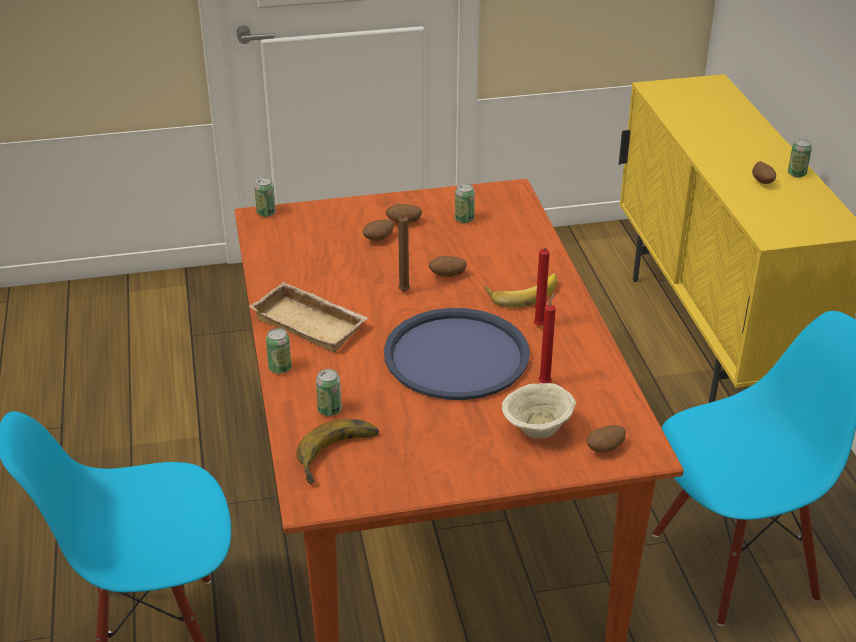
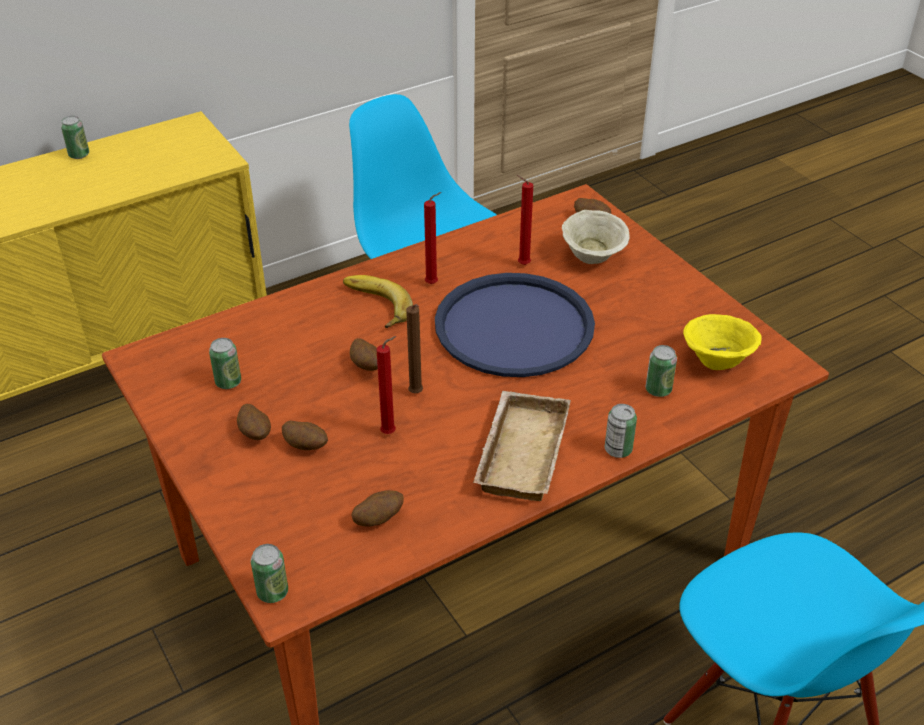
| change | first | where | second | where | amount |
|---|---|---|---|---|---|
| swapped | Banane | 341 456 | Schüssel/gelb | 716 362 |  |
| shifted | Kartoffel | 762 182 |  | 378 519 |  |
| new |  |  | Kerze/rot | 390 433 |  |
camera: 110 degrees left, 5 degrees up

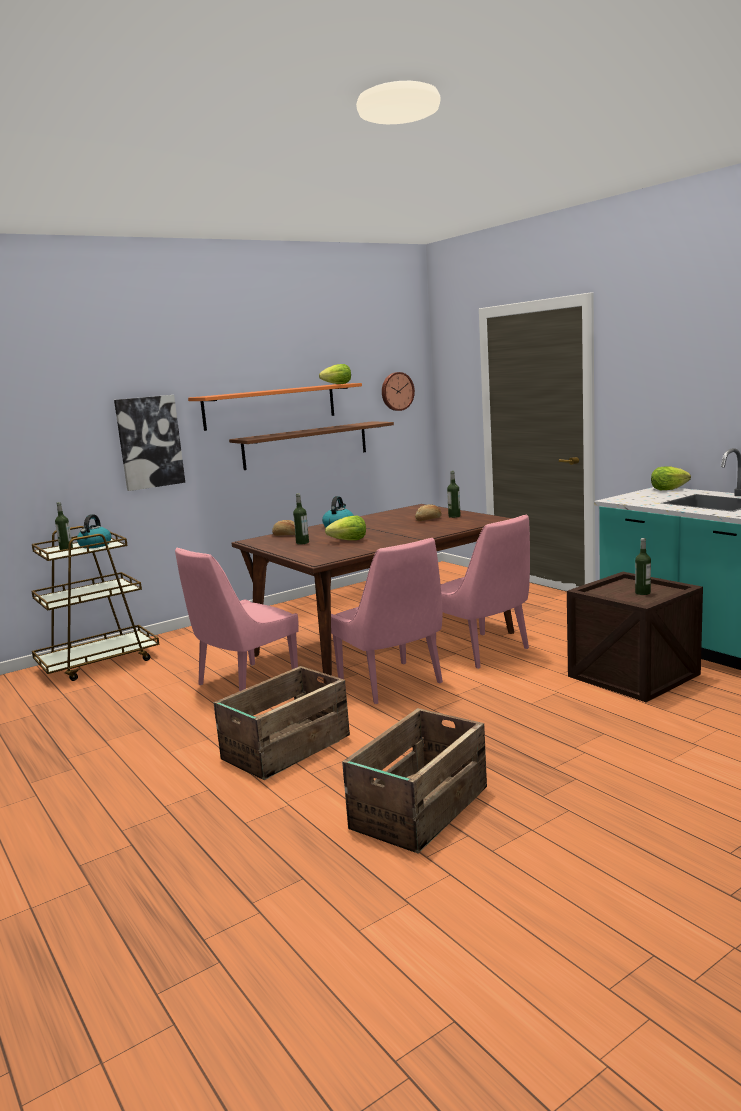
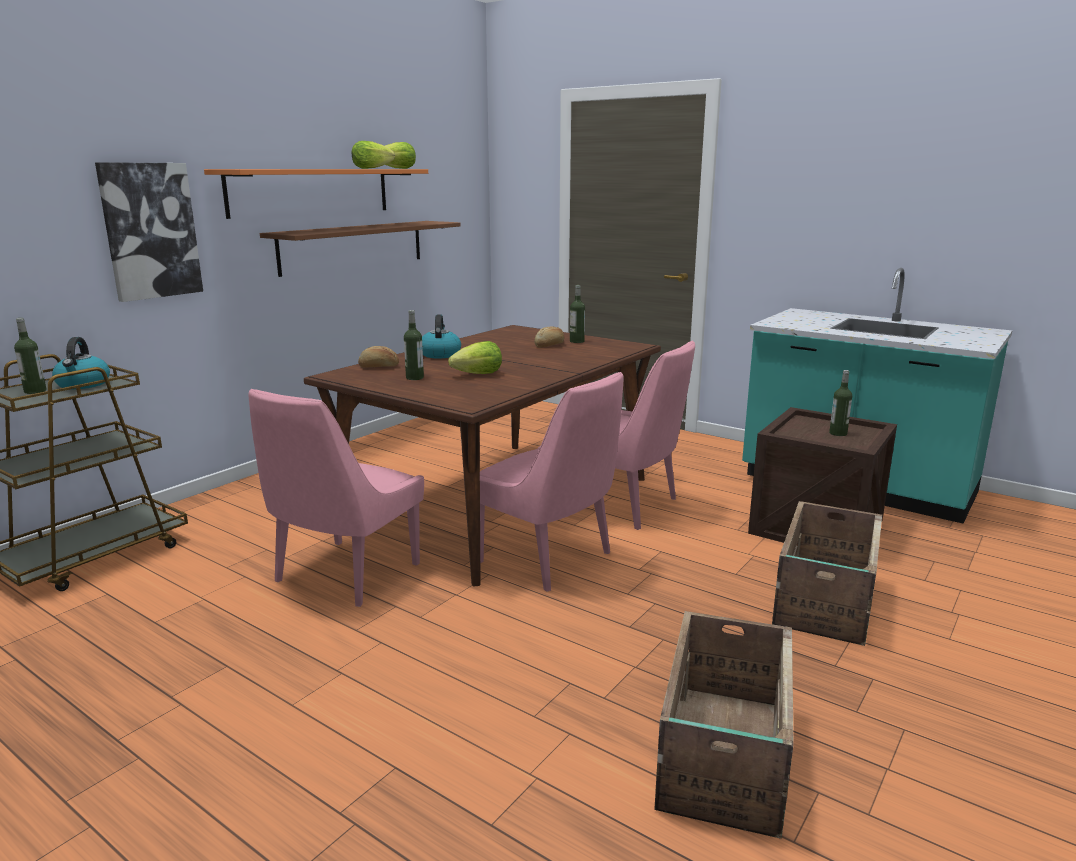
| change | first | where | second | where | amount |
|---|---|---|---|---|---|
| shifted | Kiste | 284 748 |  | 823 602 |  |
| gone | Wanduhr | 396 391 |  |  |  |
| shifted | Salatkopf | 668 489 |  | 371 168 |  |
camera: 20 degrees left, 5 degrees up

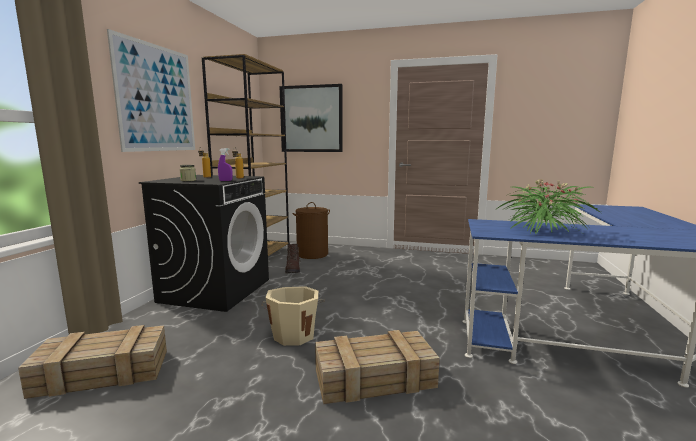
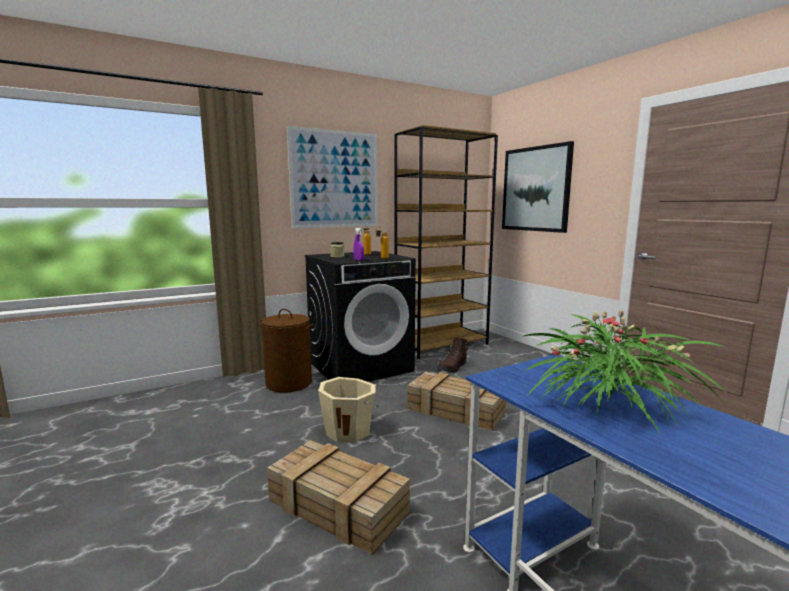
| change | first | where | second | where | amount |
|---|---|---|---|---|---|
| shifted | Kiste | 100 373 |  | 454 410 |  |
| shifted | Wäschekorb/braun | 312 254 |  | 289 383 |  |
camera: 45 degrees right, 0 degrees up

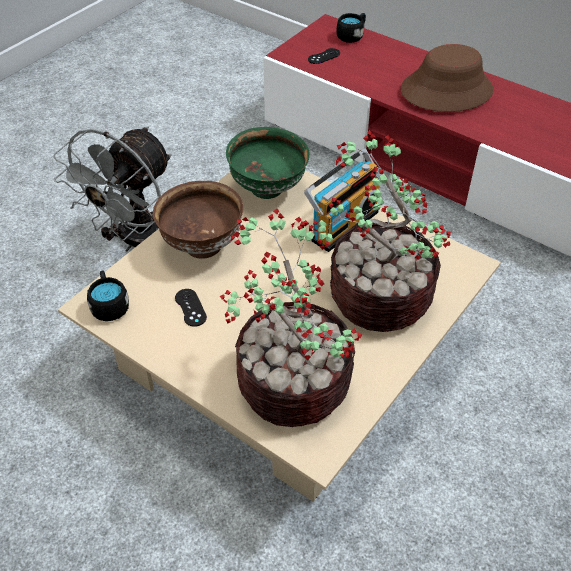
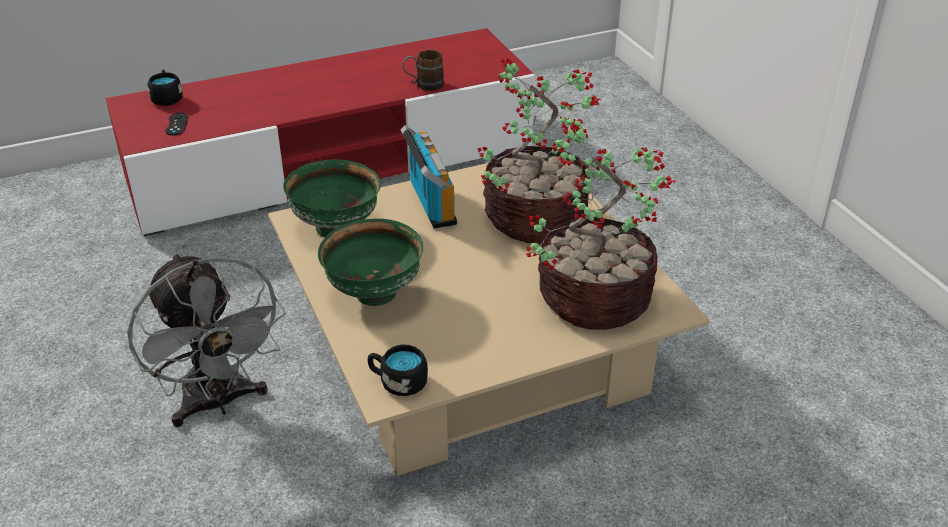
| change | first | where | second | where | amount |
|---|---|---|---|---|---|
| repainted | Schüssel/braun | 201 246 | Schüssel/grün | 374 294 |  |
| gone | Gamepad/schwarz | 190 307 |  |  |  |
| gone | Hut/braun | 446 90 |  |  |  |
| new |  |  | Henkelbecher/braun | 423 85 |  |
camera: 60 degrees left, 10 degrees down

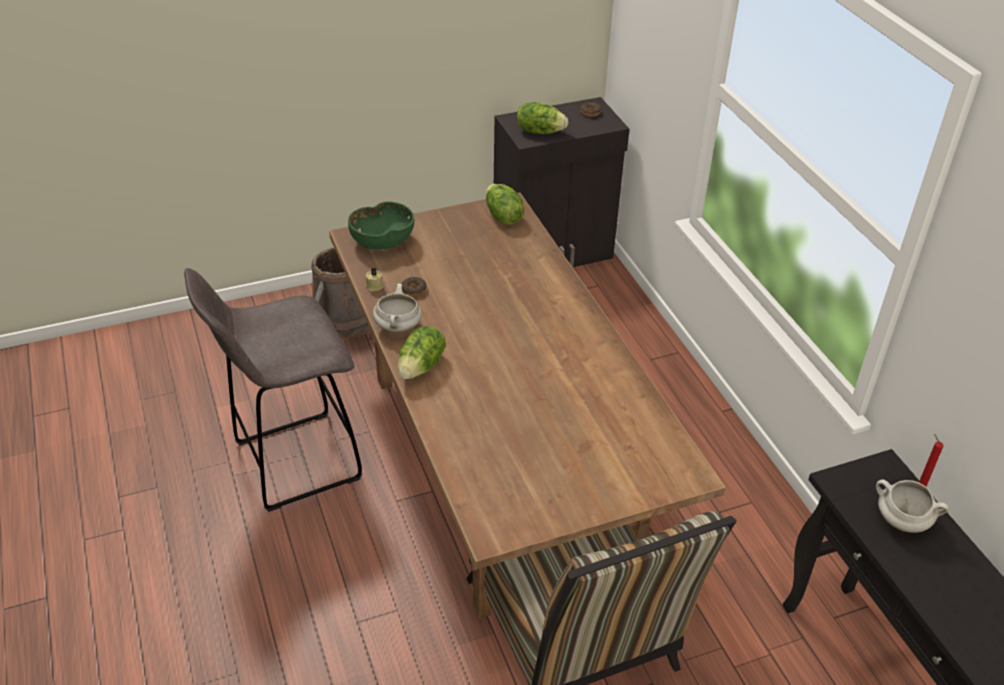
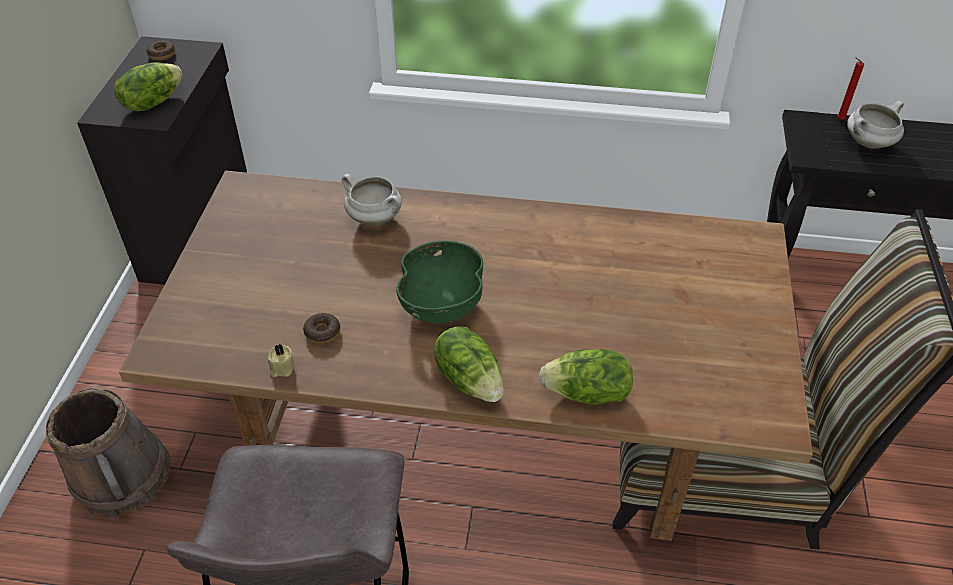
| change | first | where | second | where | amount |
|---|---|---|---|---|---|
| shifted | Schüssel/grün | 382 242 |  | 442 303 |  |
| shifted | Kochtopf/weiß | 398 328 |  | 375 218 |  |
| shifted | Salatkopf | 502 216 |  | 587 394 |  |
camera: 60 degrees left, 5 degrees up

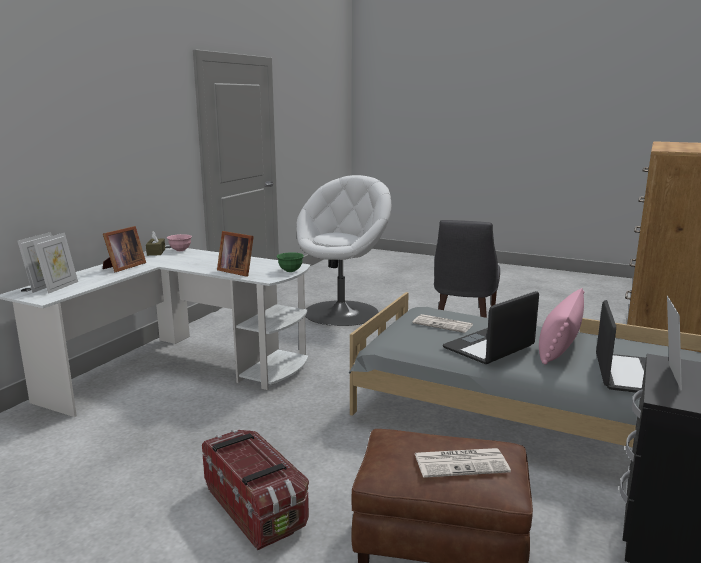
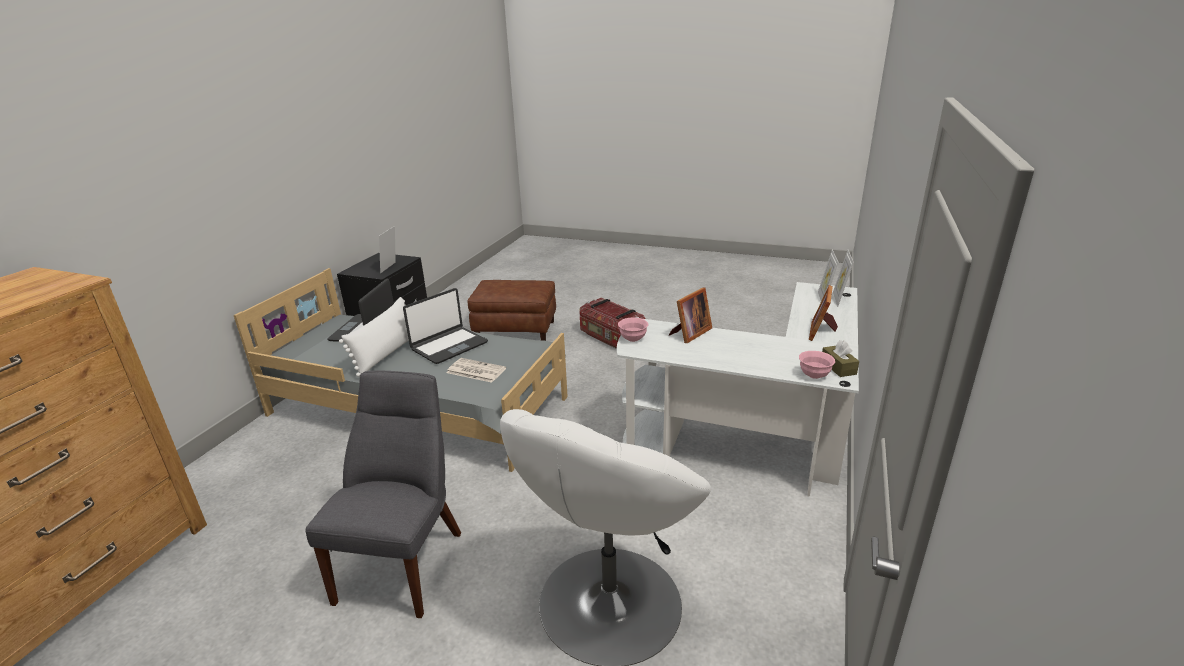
| change | first | where | second | where | amount |
|---|---|---|---|---|---|
| rotated | Bilderrahmen | 237 271 |  | 689 334 | 105 degrees clockwise |
| repainted | Schüssel/grün | 290 270 | Schüssel/rosa | 633 339 |  |
| gone | Zeitung | 462 463 |  |  |  |
| repainted | Kissen/rosa | 559 345 | Kissen/weiß | 387 353 |  |
camera: 175 degrees right, 10 degrees up

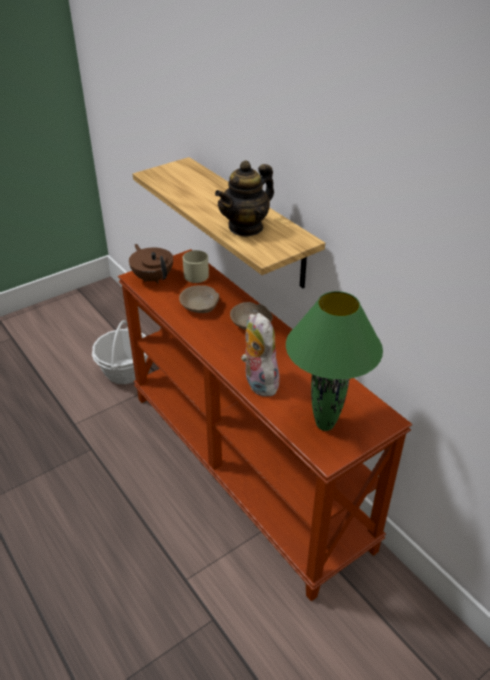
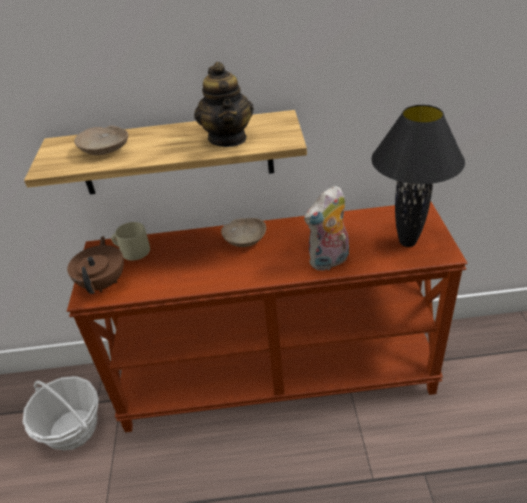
| change | first | where | second | where | amount |
|---|---|---|---|---|---|
| rotated | Teekanne/braun | 153 278 |  | 104 283 | 90 degrees clockwise |
| shifted | Schüssel/beige | 200 306 |  | 105 149 |  |
| rotated | Plüschtier | 258 382 |  | 329 261 | 45 degrees counterclockwise |
| repainted | Tischlampe/grün | 324 425 | Tischlampe/schwarz | 407 243 |  |
camera: 55 degrees left, 0 degrees up

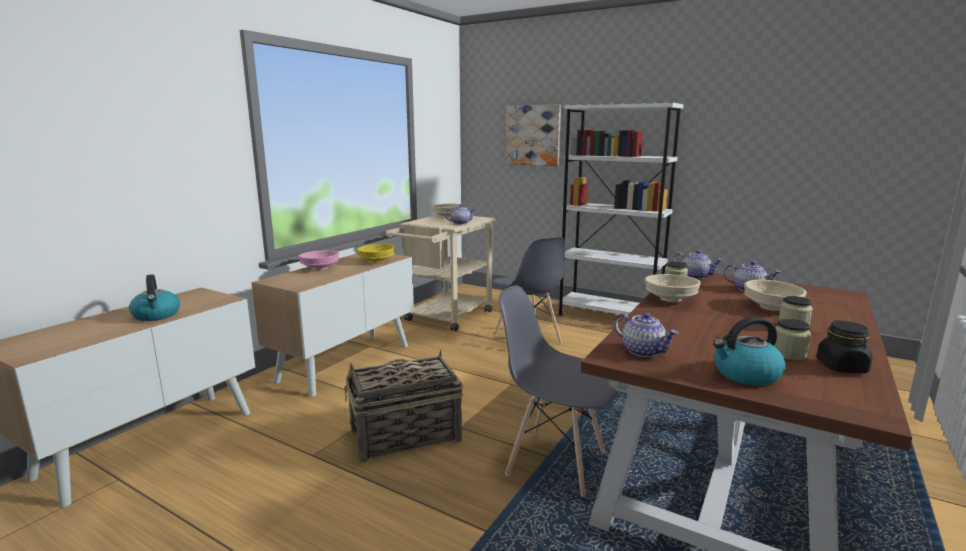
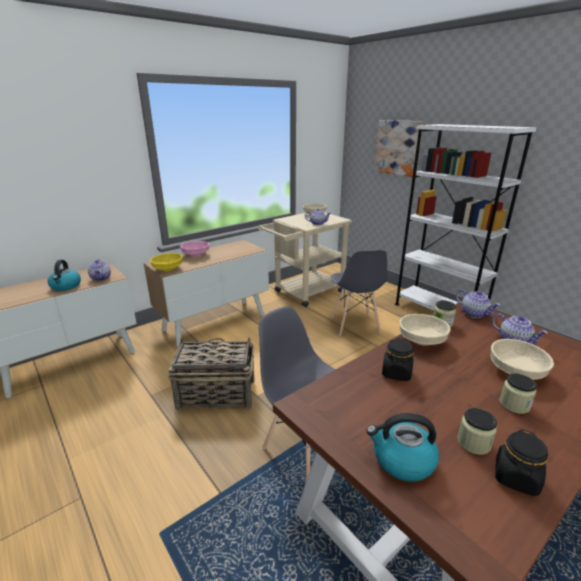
| change | first | where | second | where | amount |
|---|---|---|---|---|---|
| shifted | Schüssel/gelb | 377 261 |  | 168 269 |  |
| shifted | Teekanne | 643 351 |  | 101 278 |  |
| new |  |  | Vorratsglas/schwarz | 396 373 |  |
camera: 20 degrees right, 10 degrees up

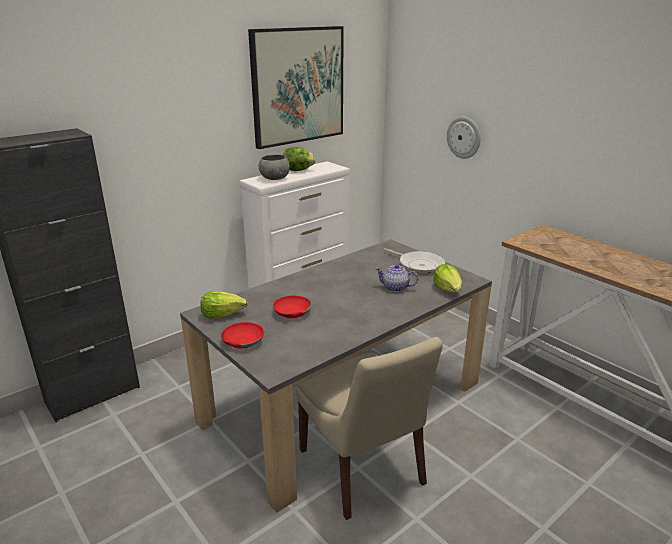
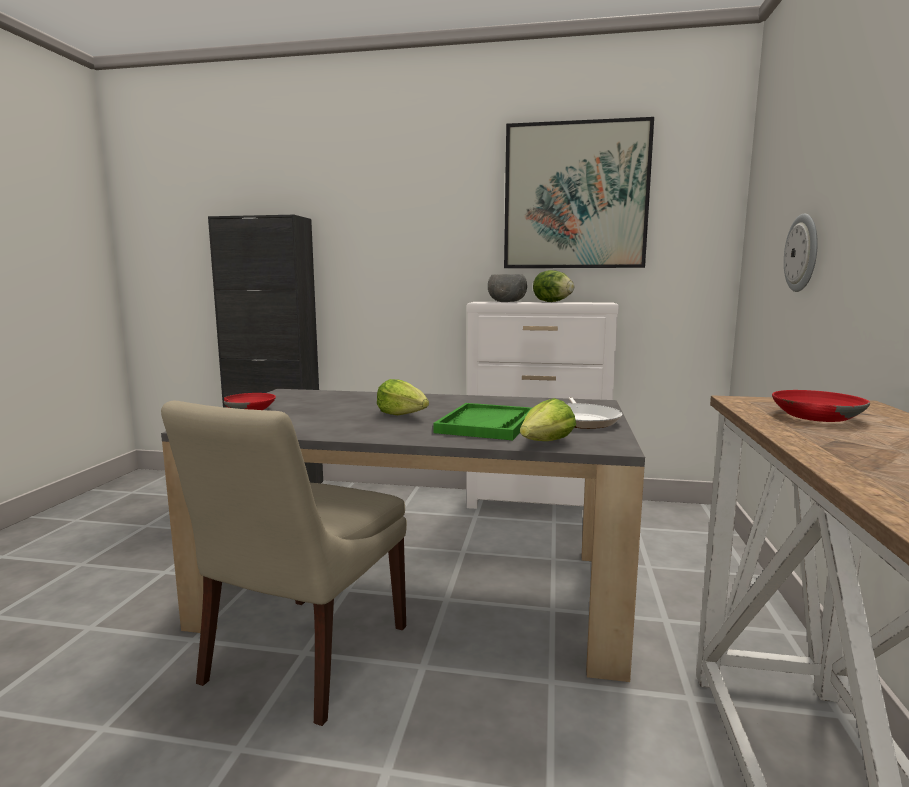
| change | first | where | second | where | amount |
|---|---|---|---|---|---|
| shifted | Salatkopf | 222 314 |  | 403 415 |  |
| shifted | Schüssel/rot | 291 312 |  | 814 416 |  |
| swapped | Teekanne | 395 288 | Tablett/grün | 487 424 |  |
camera: 50 degrees right, 15 degrees down

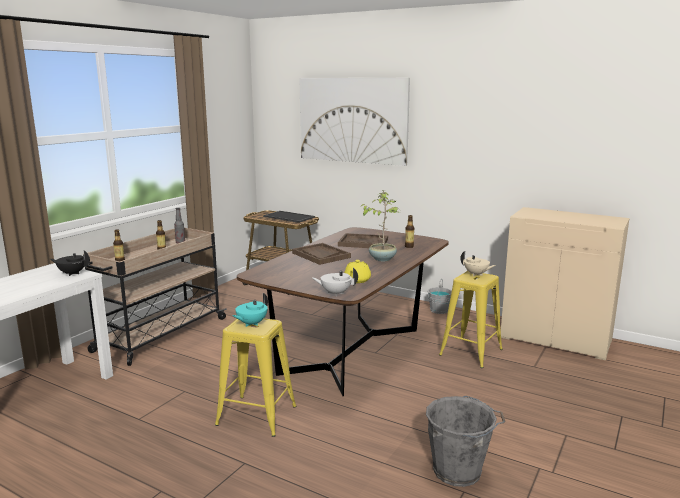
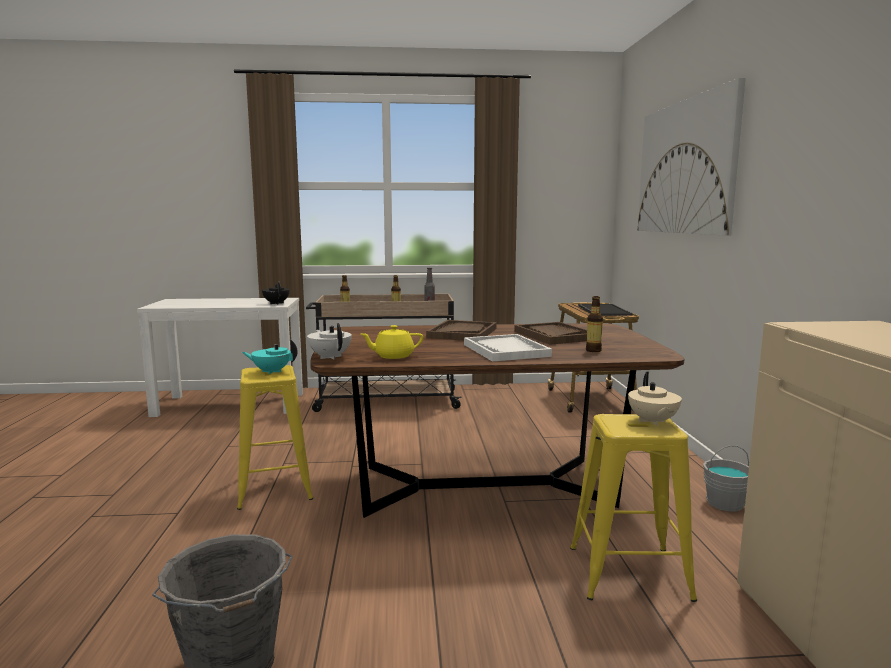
| change | first | where | second | where | amount |
|---|---|---|---|---|---|
| swapped | Topfpflanze | 382 258 | Tablett/weiß | 506 350 |  |
camera: 55 degrees right, 5 degrees down

